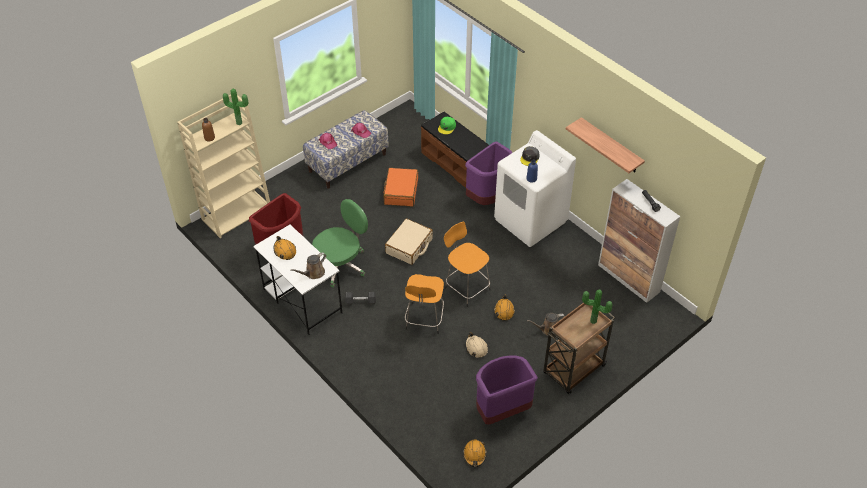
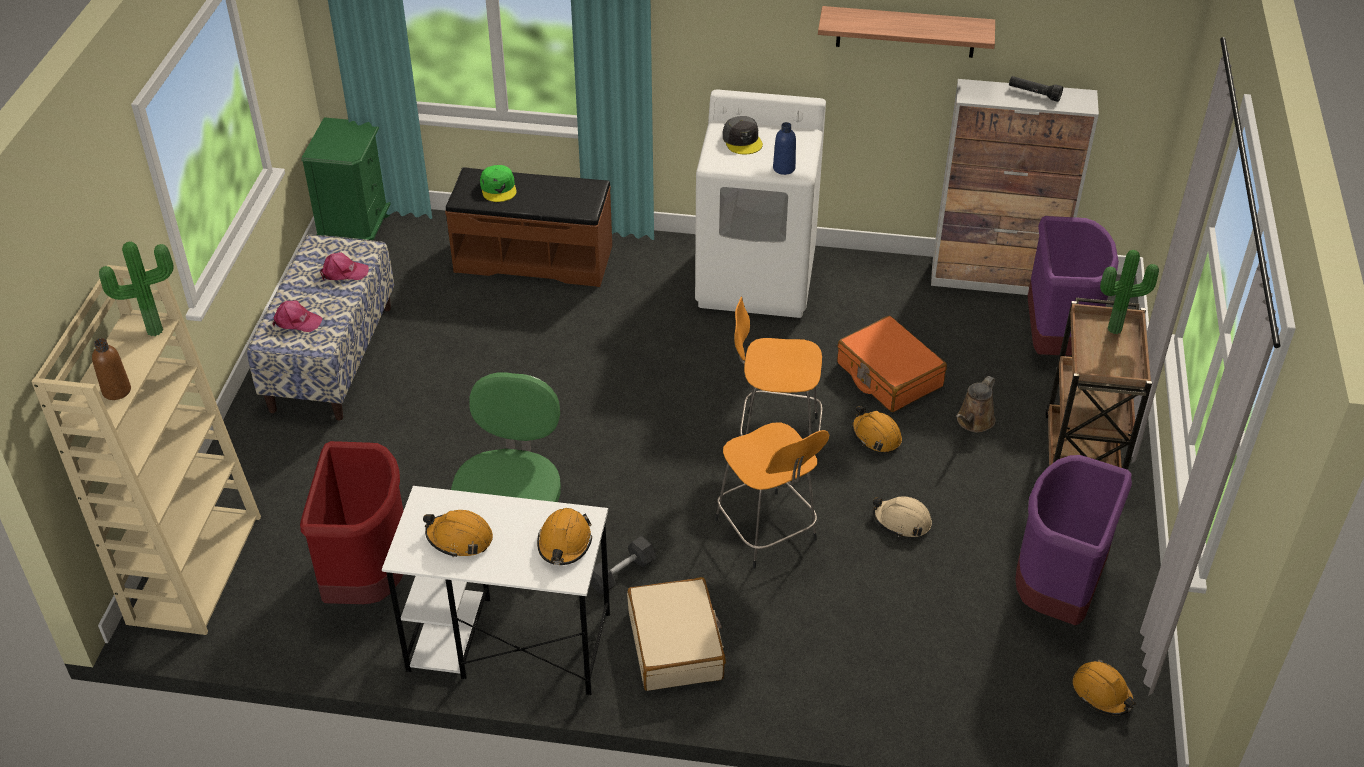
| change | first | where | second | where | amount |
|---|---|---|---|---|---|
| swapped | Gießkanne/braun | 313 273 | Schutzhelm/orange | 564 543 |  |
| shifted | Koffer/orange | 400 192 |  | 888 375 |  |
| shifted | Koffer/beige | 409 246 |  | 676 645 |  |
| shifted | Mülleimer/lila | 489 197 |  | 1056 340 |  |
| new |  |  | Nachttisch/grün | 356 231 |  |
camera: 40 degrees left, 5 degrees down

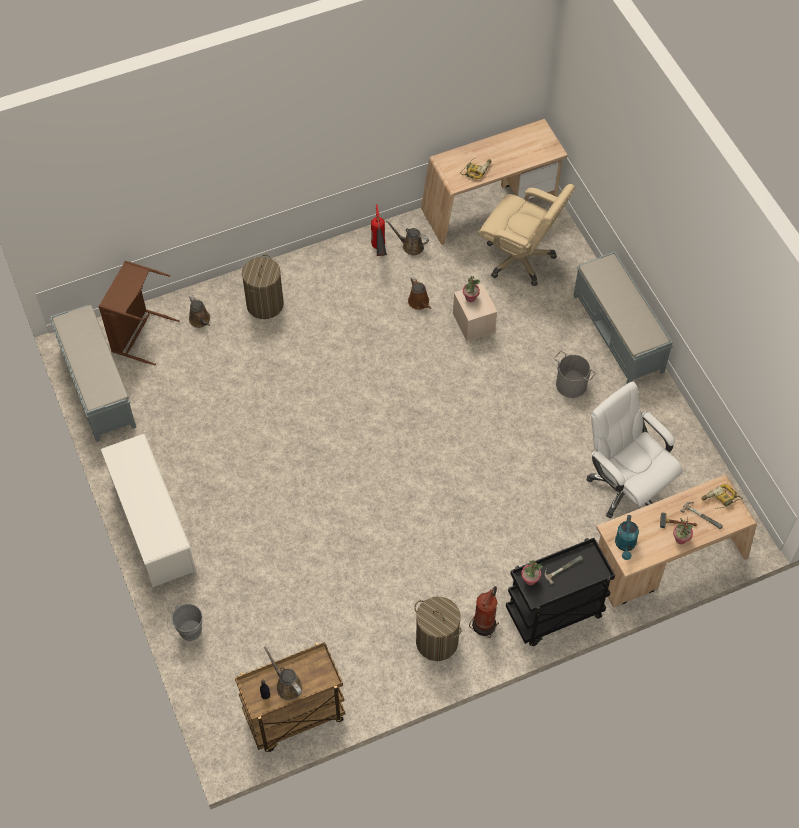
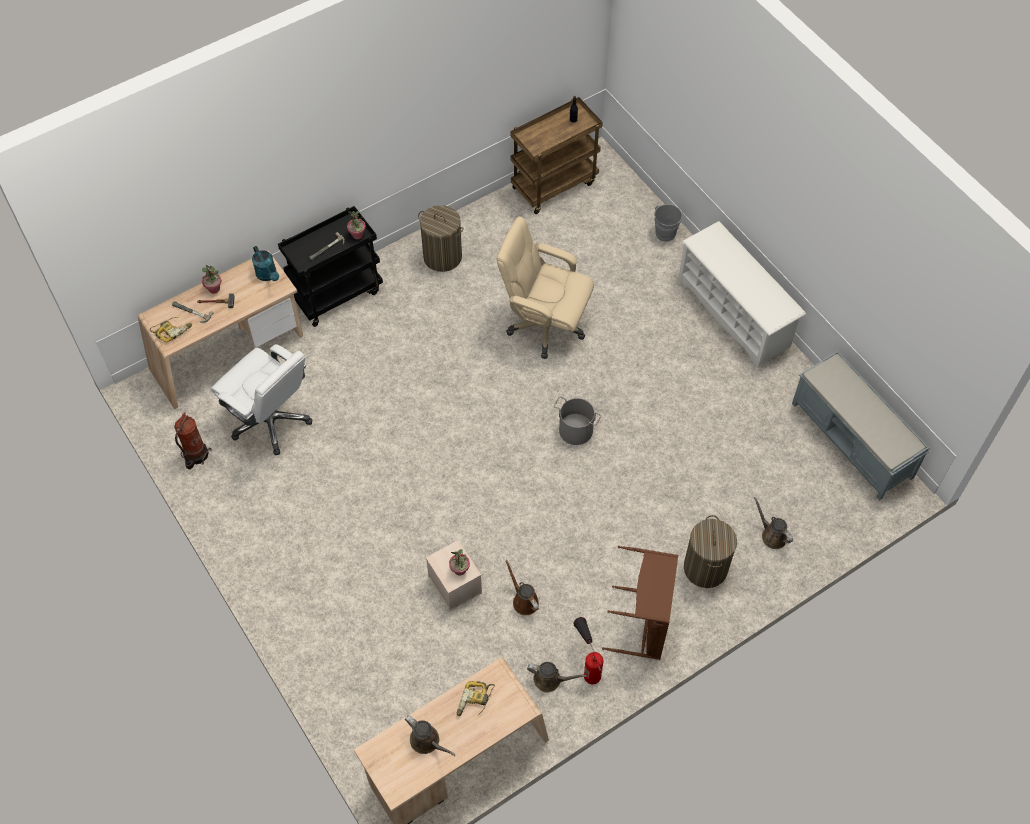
| change | first | where | second | where | amount |
|---|---|---|---|---|---|
| shifted | Wäschekorb/braun | 139 334 |  | 645 624 |  |
| shifted | Gießkanne/braun | 287 685 |  | 427 741 |  |
| shifted | Feuerlöscher | 485 624 |  | 195 455 |  |
| shifted | Bürostuhl/beige | 520 259 |  | 545 326 |  |
| shifted | Eimer/grau | 571 384 |  | 575 430 |  |
| gone | Bank/grau | 618 334 |  |  |  |
| rotated | Gießkanne/türkis | 625 545 |  | 268 275 | 150 degrees clockwise |
camera: 170 degrees right, 0 degrees up

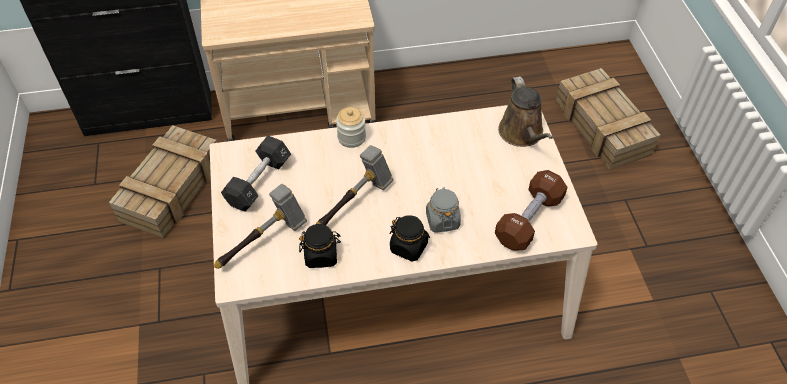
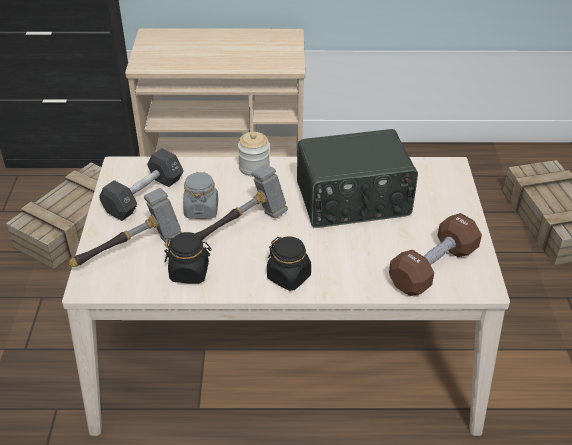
| change | first | where | second | where | amount |
|---|---|---|---|---|---|
| shifted | Vorratsglas/grau | 442 220 |  | 201 210 |  |
| gone | Gießkanne/braun | 522 134 |  |  |  |
| new |  |  | Radio | 353 201 |  |
camera: 10 degrees right, 10 degrees down

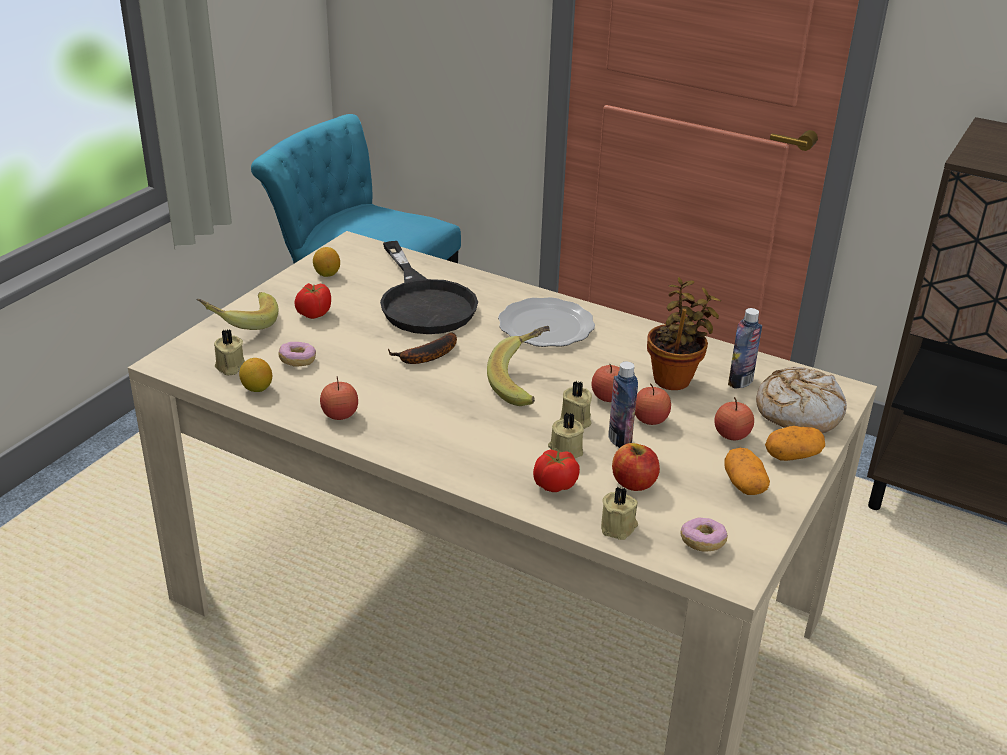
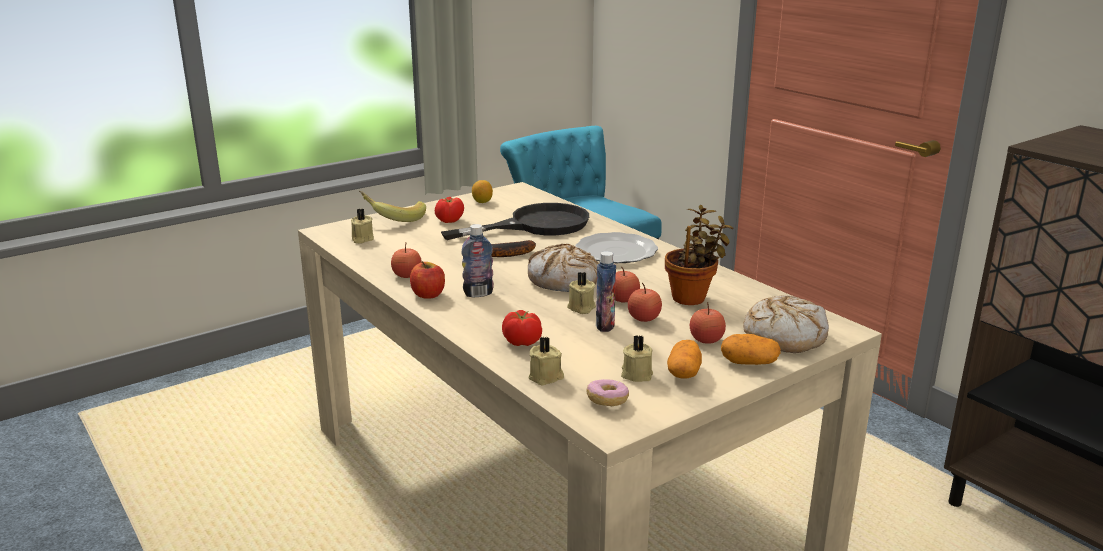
| change | first | where | second | where | amount |
|---|---|---|---|---|---|
| gone | Zitrone | 257 388 |  |  |  |
| gone | Donut | 298 361 |  |  |  |
| rotated | Pfanne/schwarz | 423 302 |  | 536 225 | 120 degrees counterclockwise |
| swapped | Banane | 525 383 | Brot | 564 280 |  |
| shifted | Kerze/beige | 565 450 |  | 636 374 |  |
| shifted | Apfel | 634 483 |  | 428 295 |  |
| shifted | Flasche | 740 382 |  | 478 294 |  |
camera: 25 degrees right, 10 degrees down

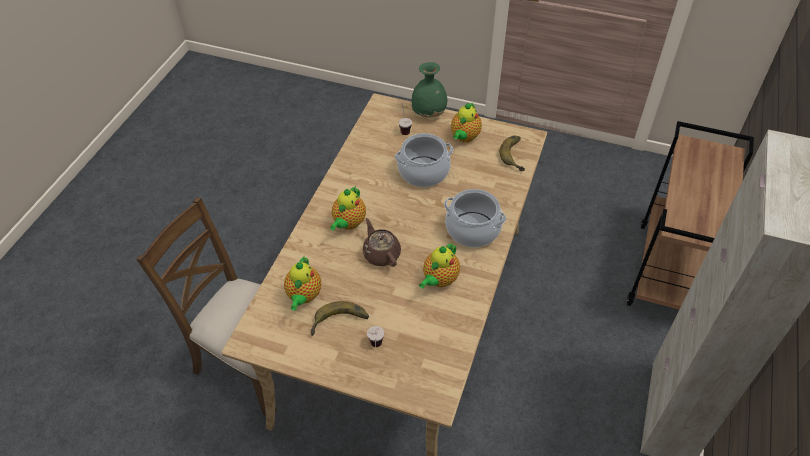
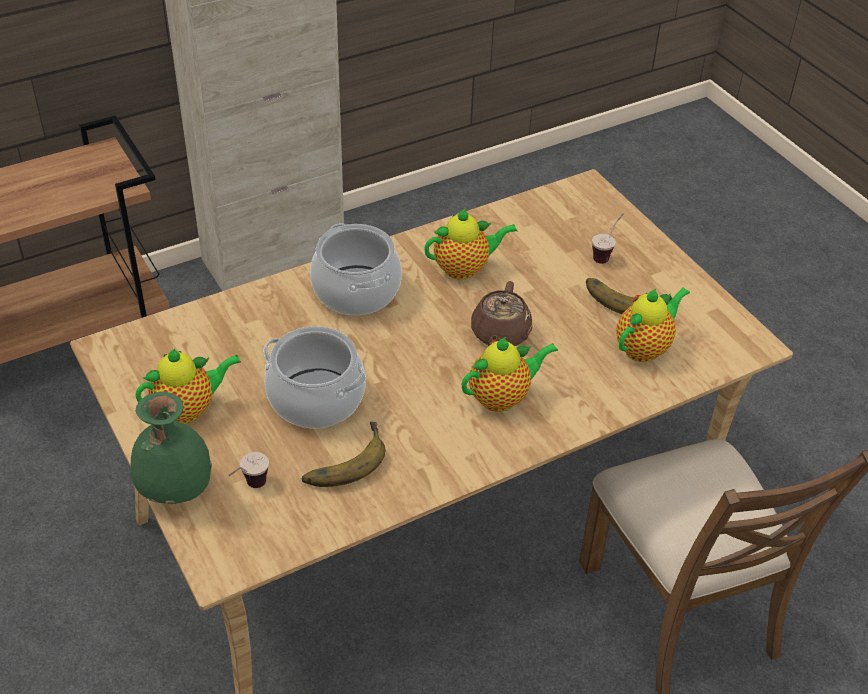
| change | first | where | second | where | amount |
|---|---|---|---|---|---|
| shifted | Banane | 517 155 |  | 342 460 |  |
camera: 140 degrees left, 5 degrees down

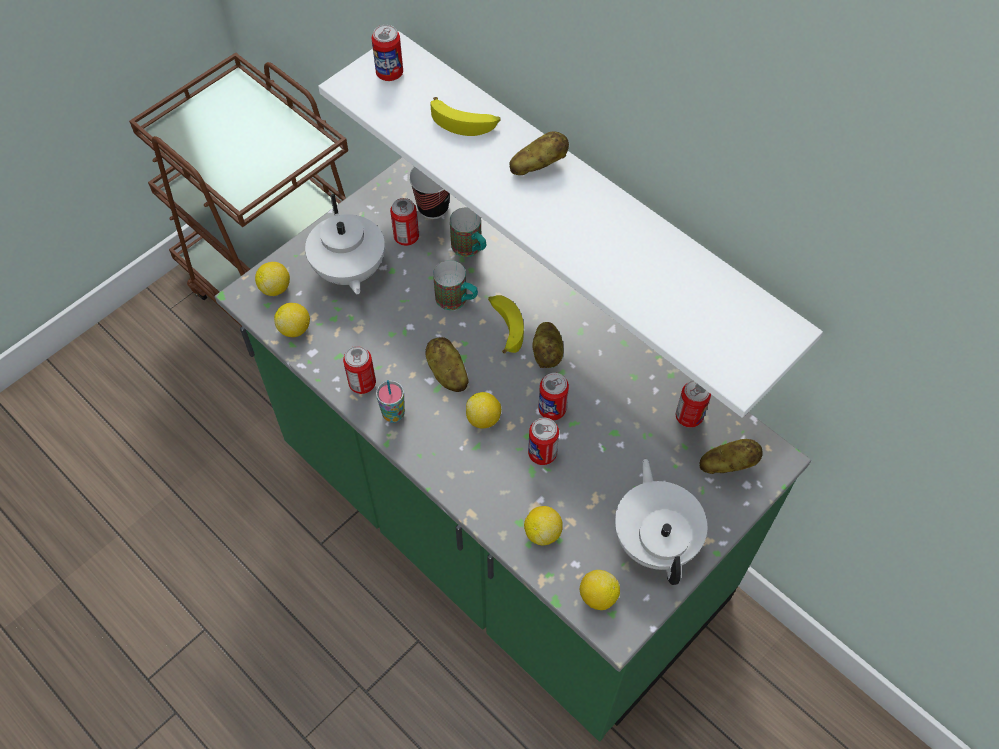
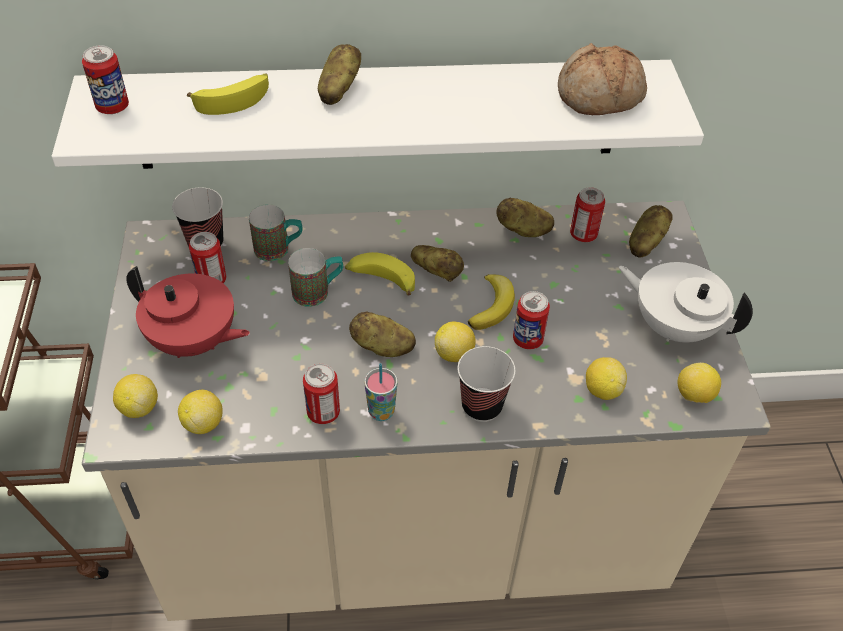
| change | first | where | second | where | amount |
|---|---|---|---|---|---|
| repainted | Küchenzeile/grün | 499 528 | Küchenzeile/beige | 414 525 |  |
| repainted | Teekanne/weiß | 349 271 | Teekanne/rot | 194 341 |  |
| swapped | Dose | 552 409 | Banane | 492 305 |  |
| new |  |  | Tasse | 482 406 |  |
| new |  |  | Kartoffel | 523 230 |  |
| new |  |  | Brot | 600 97 |  |
camera: 50 degrees left, 10 degrees down

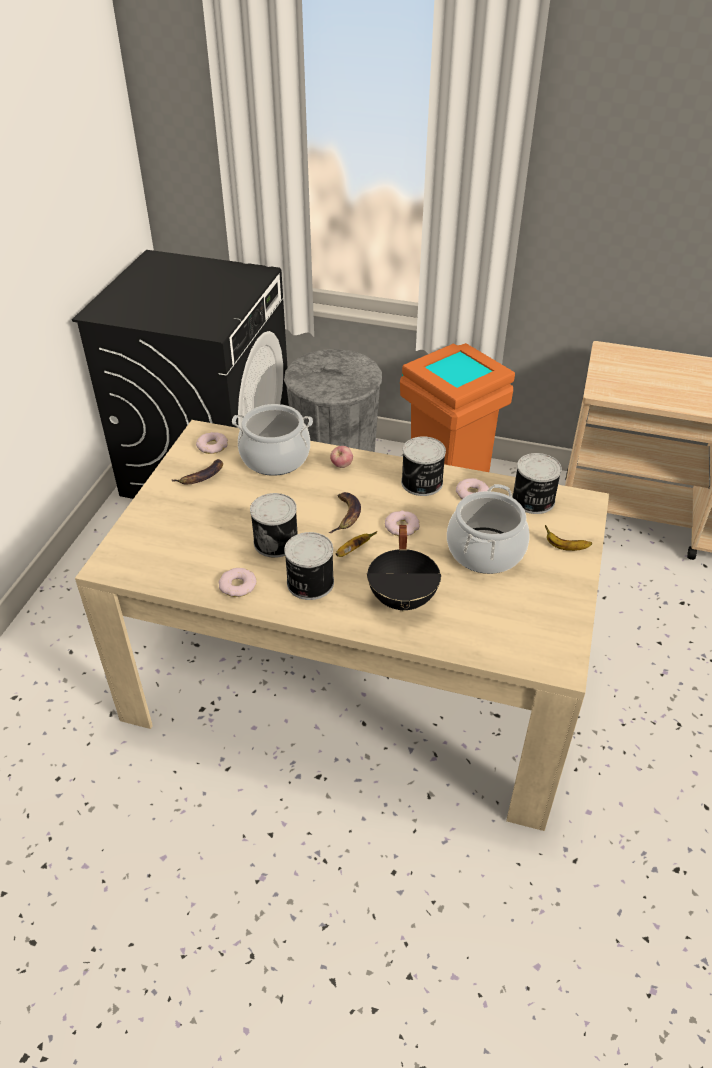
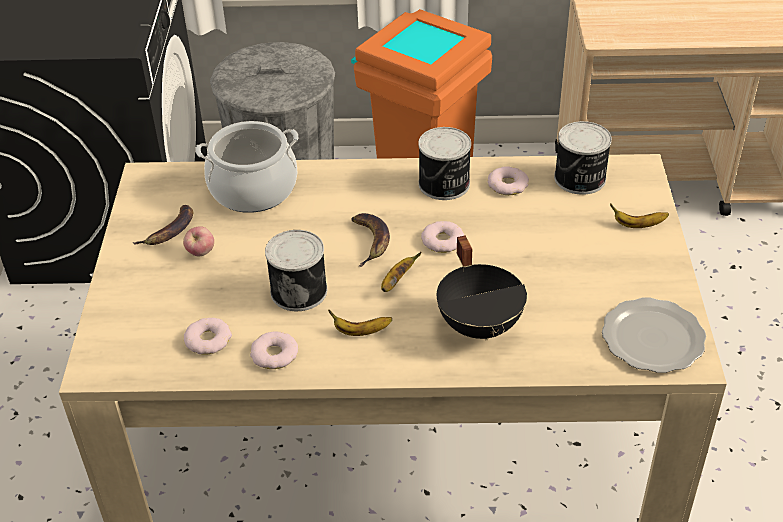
| change | first | where | second | where | amount |
|---|---|---|---|---|---|
| shifted | Donut | 212 446 |  | 208 340 |  |
| swapped | Dose | 309 583 | Banane | 361 332 |  |
| shifted | Apfel | 341 466 |  | 201 253 |  |
| gone | Kochtopf | 485 551 |  |  |  |
| new |  |  | Teller | 651 338 |  |
camera: 15 degrees left, 0 degrees up

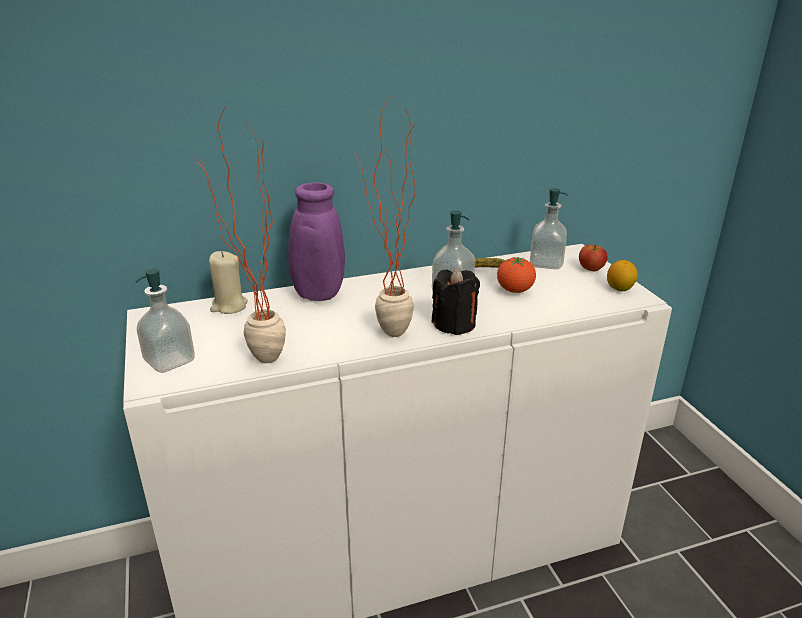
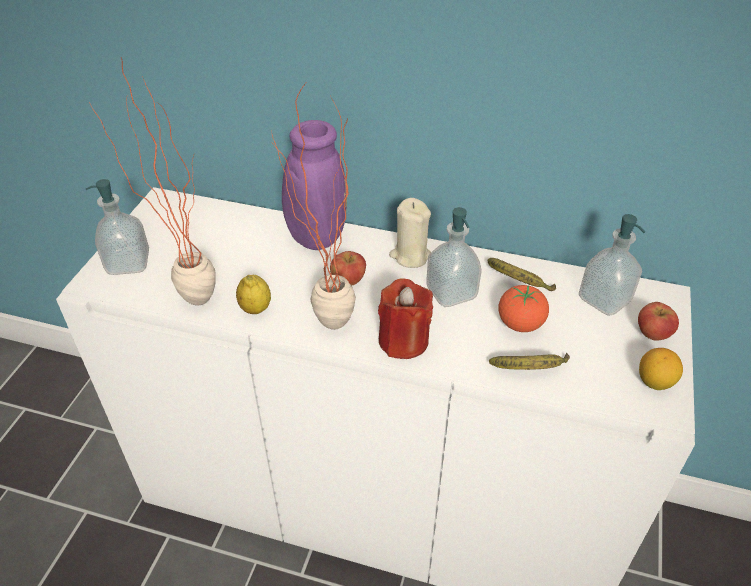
| change | first | where | second | where | amount |
|---|---|---|---|---|---|
| shifted | Kerze/beige | 229 306 |  | 410 255 |  |
| repainted | Kerze/schwarz | 454 324 | Kerze/rot | 403 340 |  |
| new |  |  | Zitrone | 255 309 |  |
| new |  |  | Apfel | 348 280 |  |
| new |  |  | Banane | 531 369 |  |
camera: 35 degrees right, 15 degrees up

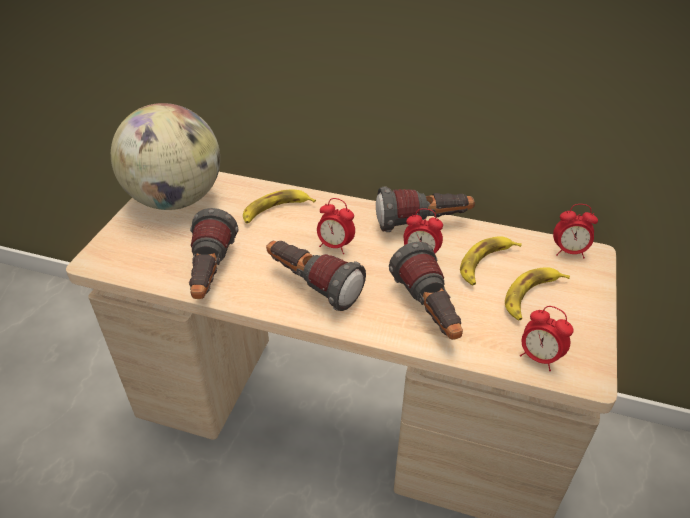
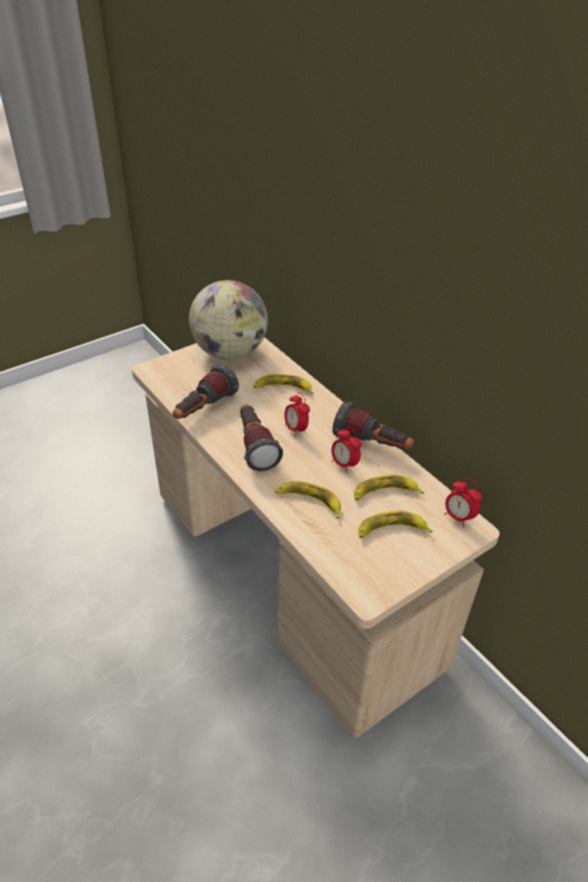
| change | first | where | second | where | amount |
|---|---|---|---|---|---|
| swapped | Taschenlampe | 429 312 | Banane | 309 501 |  |
| gone | Wecker | 539 357 |  |  |  |
camera: 35 degrees right, 0 degrees up

